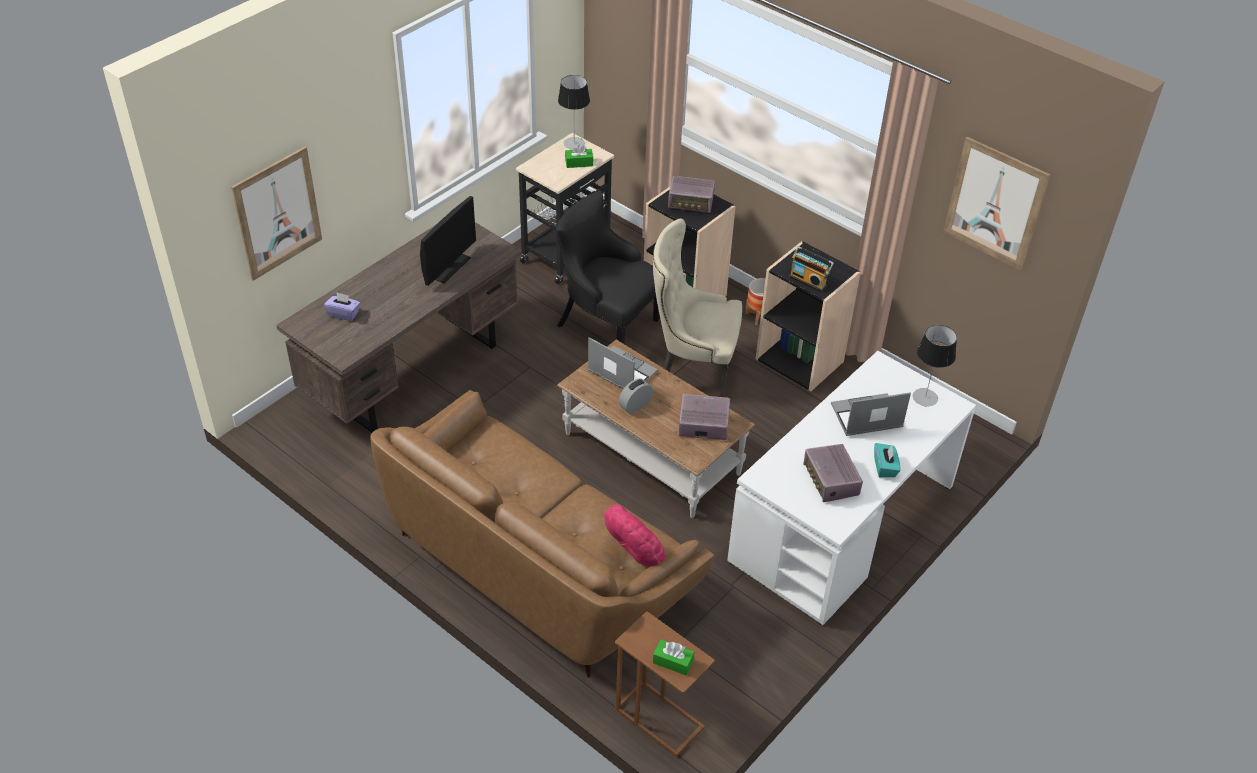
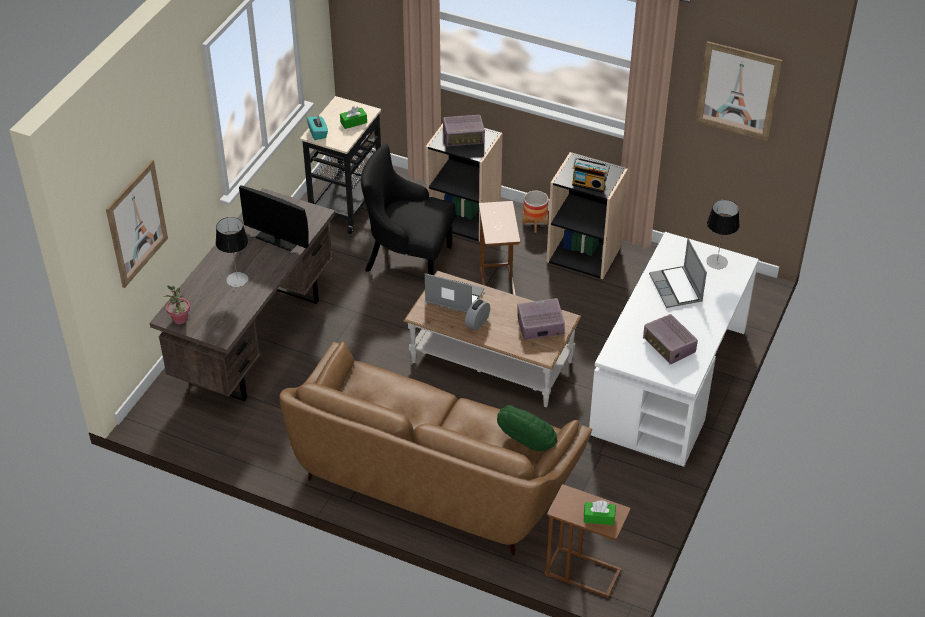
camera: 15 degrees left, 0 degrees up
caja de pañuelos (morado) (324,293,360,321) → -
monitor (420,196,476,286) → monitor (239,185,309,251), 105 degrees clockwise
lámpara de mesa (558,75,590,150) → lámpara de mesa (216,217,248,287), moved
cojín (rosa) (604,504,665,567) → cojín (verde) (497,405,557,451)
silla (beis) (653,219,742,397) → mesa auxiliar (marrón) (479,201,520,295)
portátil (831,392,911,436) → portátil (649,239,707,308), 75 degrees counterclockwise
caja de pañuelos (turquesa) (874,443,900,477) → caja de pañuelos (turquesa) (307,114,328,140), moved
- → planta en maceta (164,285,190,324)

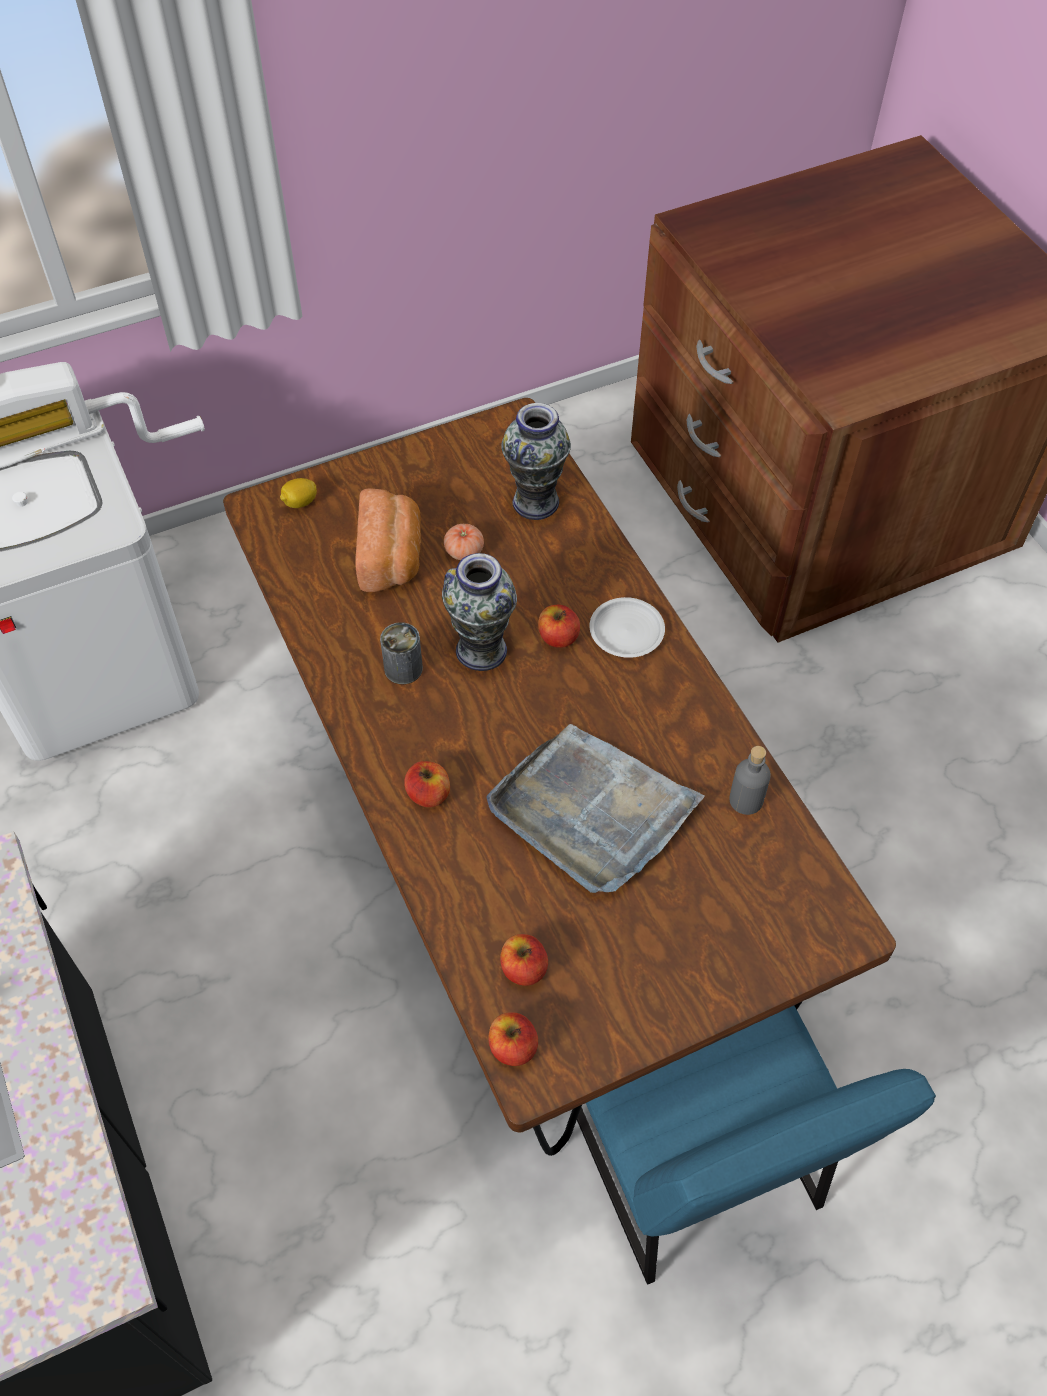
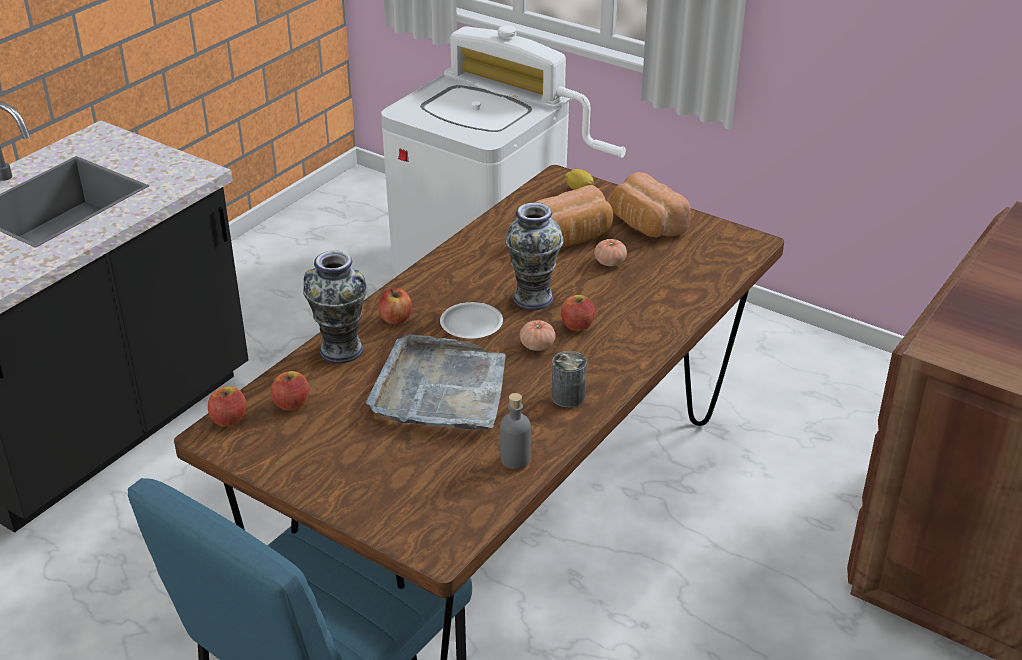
camera: 60 degrees right, 20 degrees down
lata (380,622,423,684) → lata (552,351,587,408), moved
florero (501,403,571,520) → florero (303,251,367,363), moved
plato (blanco) (589,597,665,658) → plato (blanco) (440,302,503,339), moved
- → tomate (520,320,556,351)
- → pan (611,172,691,237)

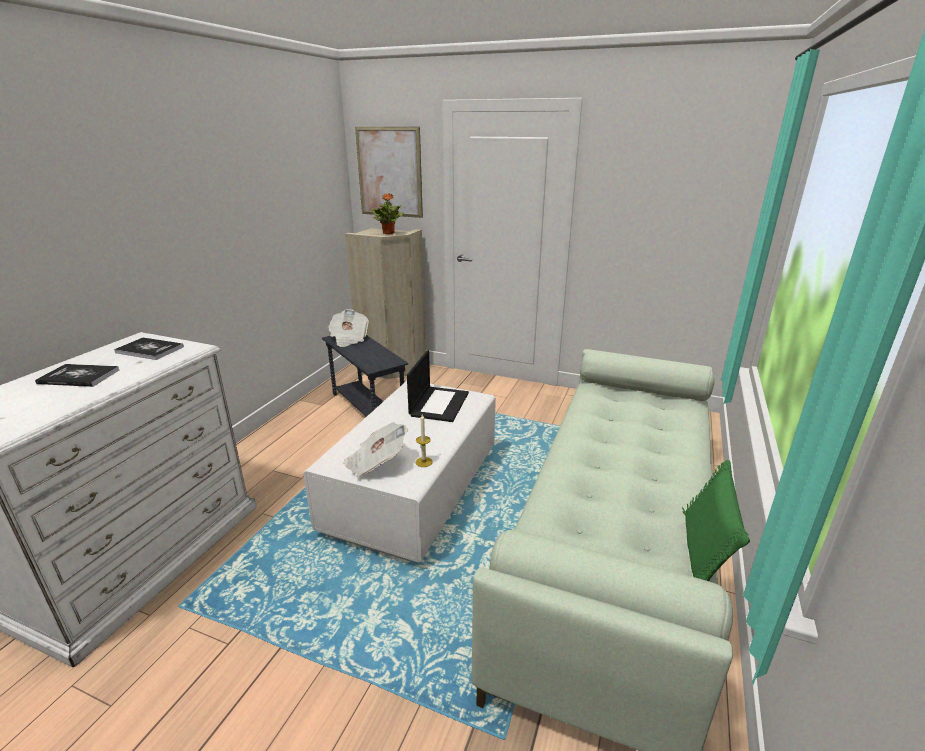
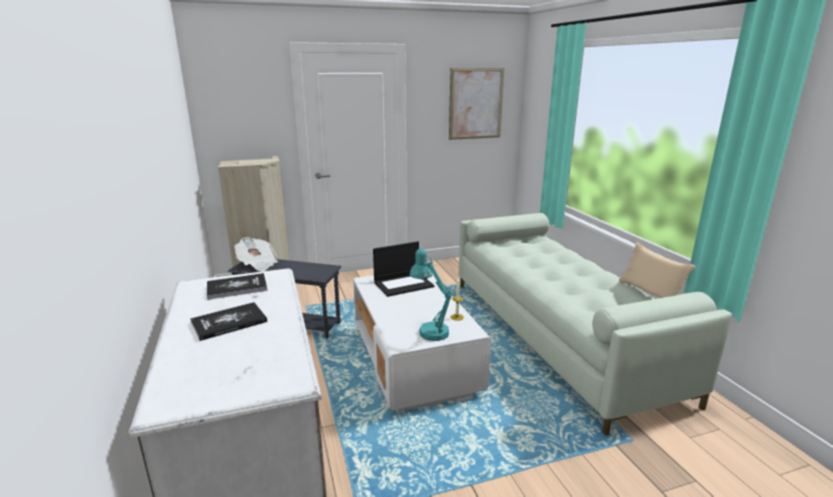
camera: 40 degrees left, 5 degrees down
periódico (343,422,408,478) → lámpara de mesa (turquesa) (410,248,453,341)
cuadro (355,127,423,218) → cuadro (449,68,504,140), moved
planta en maceta (372,193,403,234) → -
portátil (407,350,469,422) → portátil (373,241,434,297), 90 degrees clockwise
cojín (verde) (682,460,750,581) → cojín (beis) (619,242,695,298)

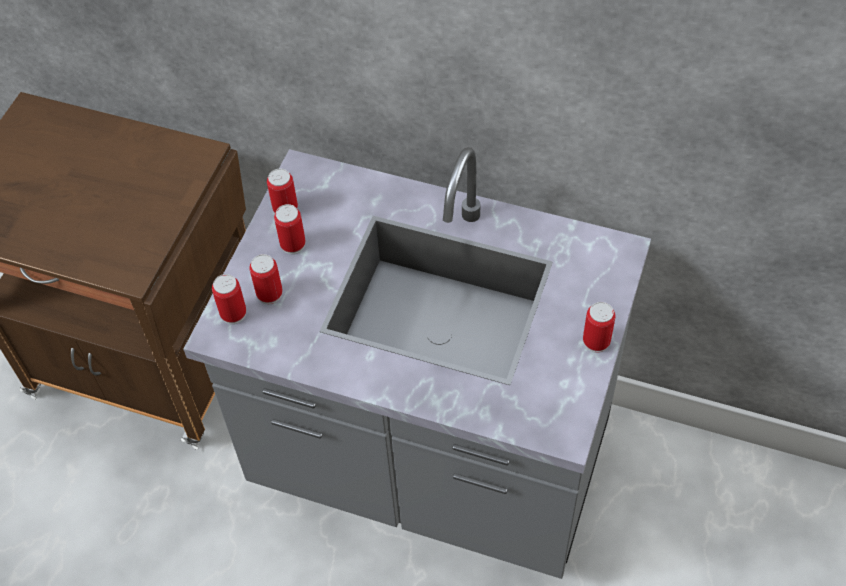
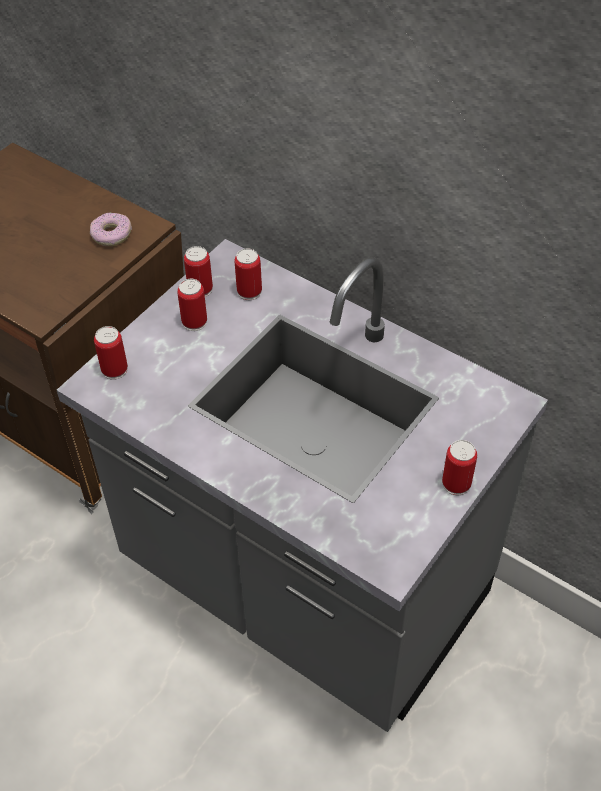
camera: 15 degrees right, 5 degrees down
lata (249,254,283,304) → lata (235,248,262,300), moved
- → rosquilla (90,212,132,246)

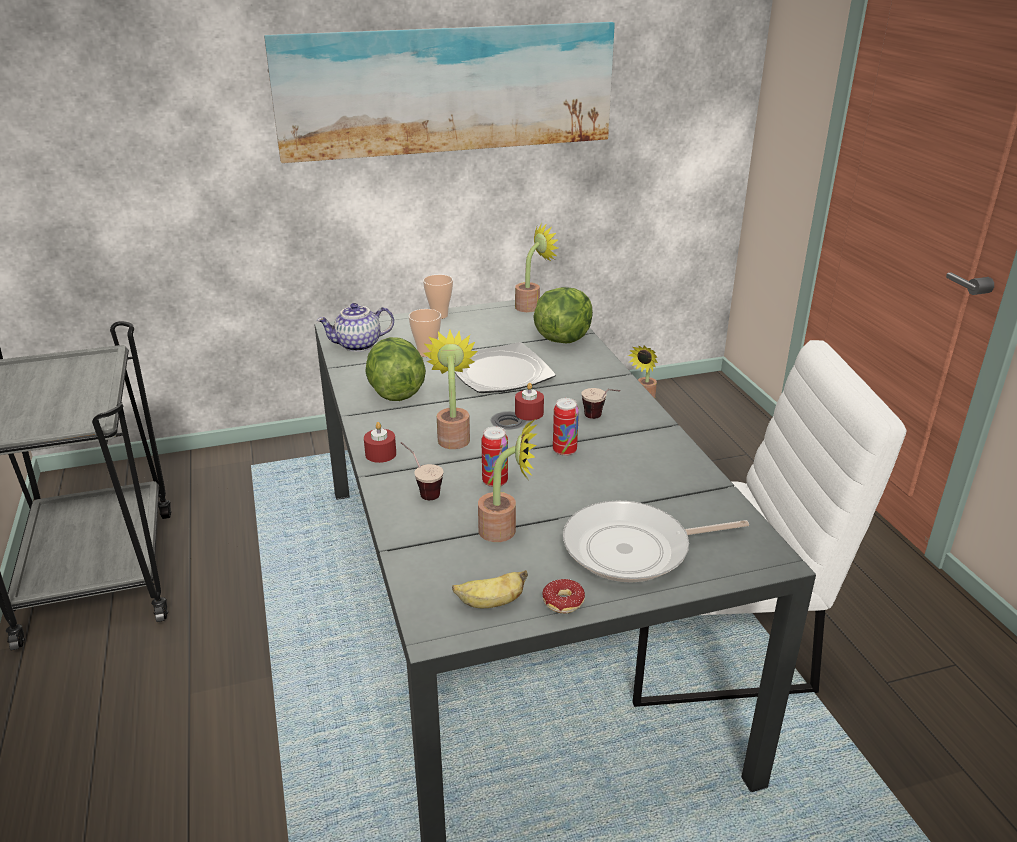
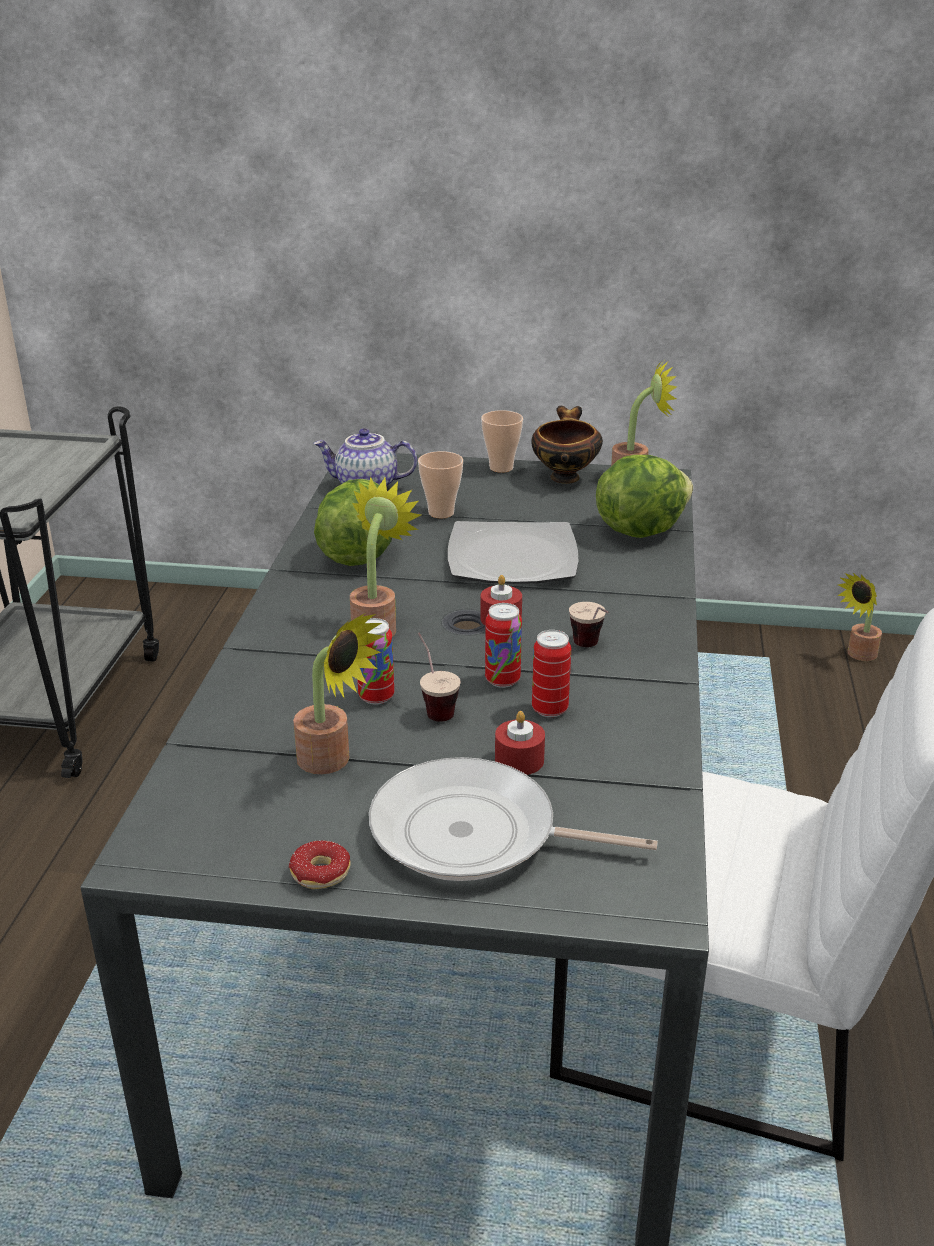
camera: 25 degrees right, 0 degrees up
cuadro (264,22,615,163) → -
vela (rojo) (364,422,396,463) → vela (rojo) (495,711,545,775), moved
taza (401,442,443,500) → taza (418,633,461,722), moved
plátano (452,570,528,608) → -
- → cuenco (531,406,603,484)
- → lata (532,630,571,717)

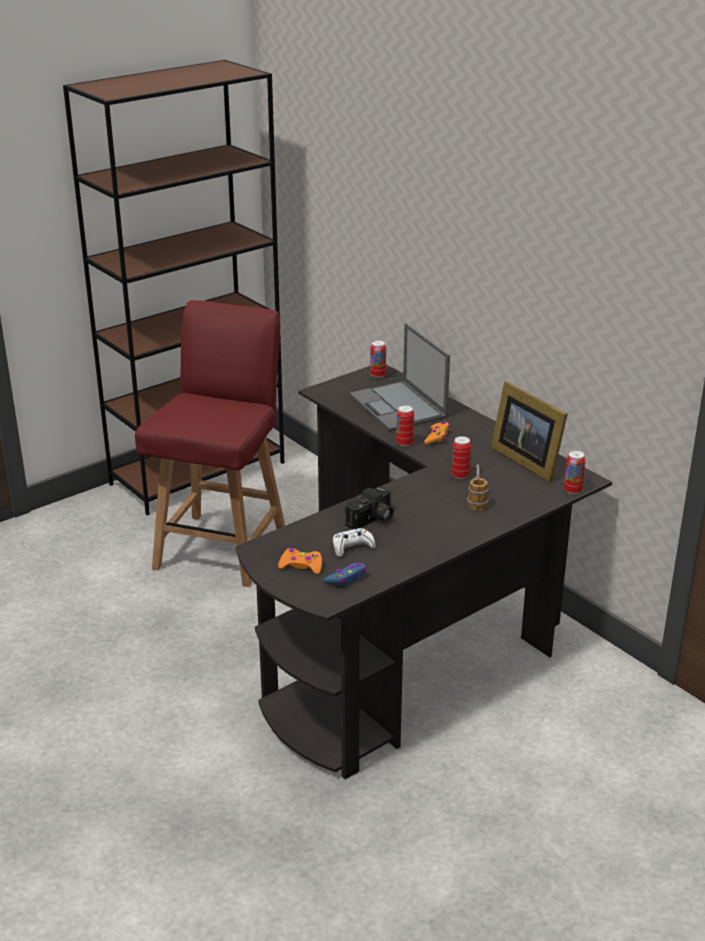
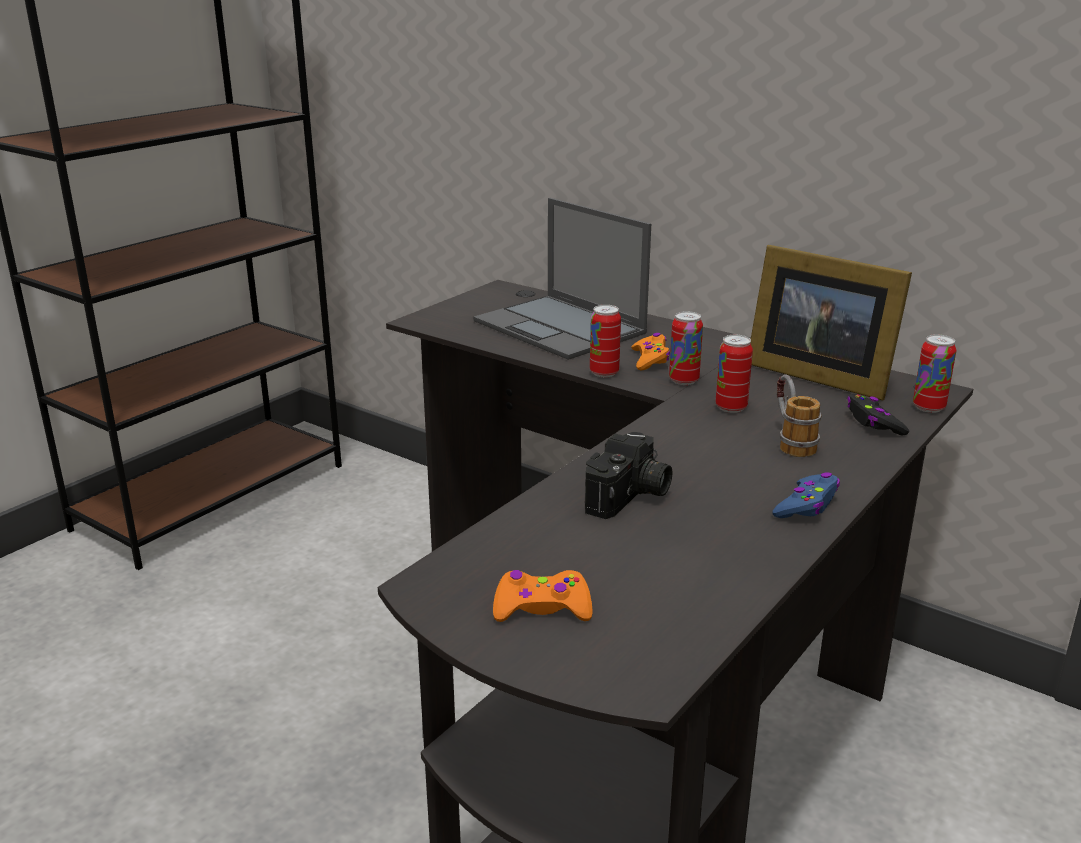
camera: 15 degrees left, 5 degrees down
silla (rojo) (135,300,285,587) → -
mando de consola (azul) (323,562,366,585) → mando de consola (azul) (772,472,840,518), moved
mando de consola (blanco) (333,528,376,557) → -
lata (370,340,386,378) → lata (669,311,703,385), moved
- → mando de consola (negro) (847,394,909,436)

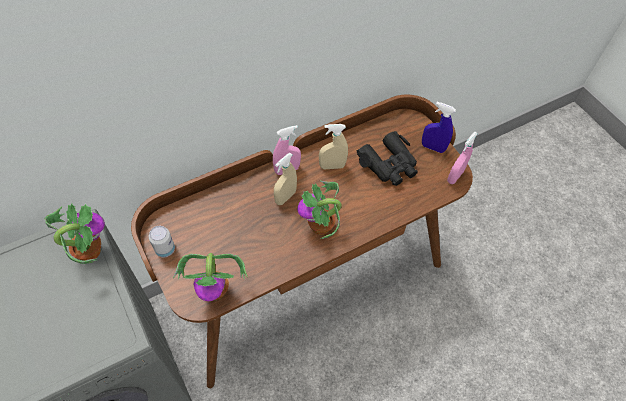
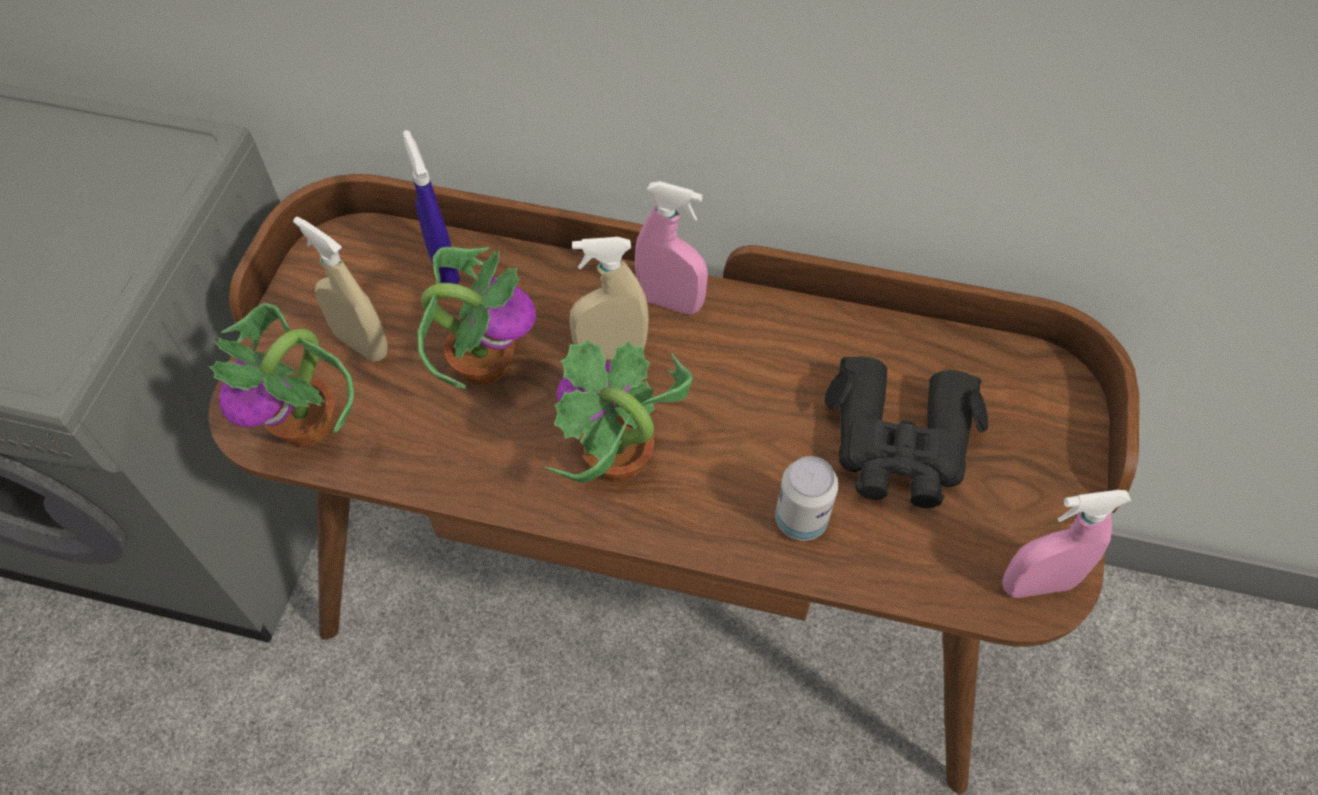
camera: 45 degrees right, 0 degrees up
planta en maceta (44,203,105,264) → planta en maceta (418,247,536,389), moved
lata (149,226,175,258) → lata (775,456,838,541), moved
pulverizador (beis) (319,124,348,169) → pulverizador (beis) (293,217,387,362), moved
pulverizador (azul) (422,102,456,153) → pulverizador (azul) (403,130,460,284), moved

